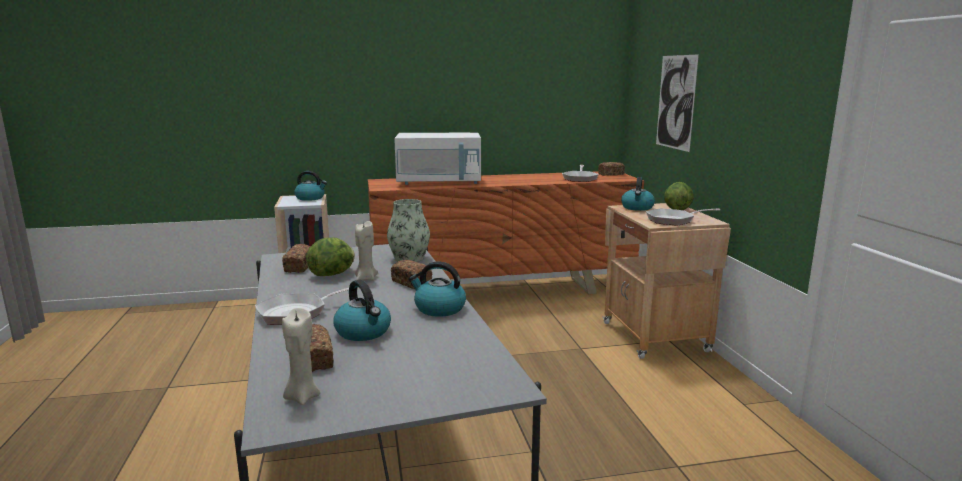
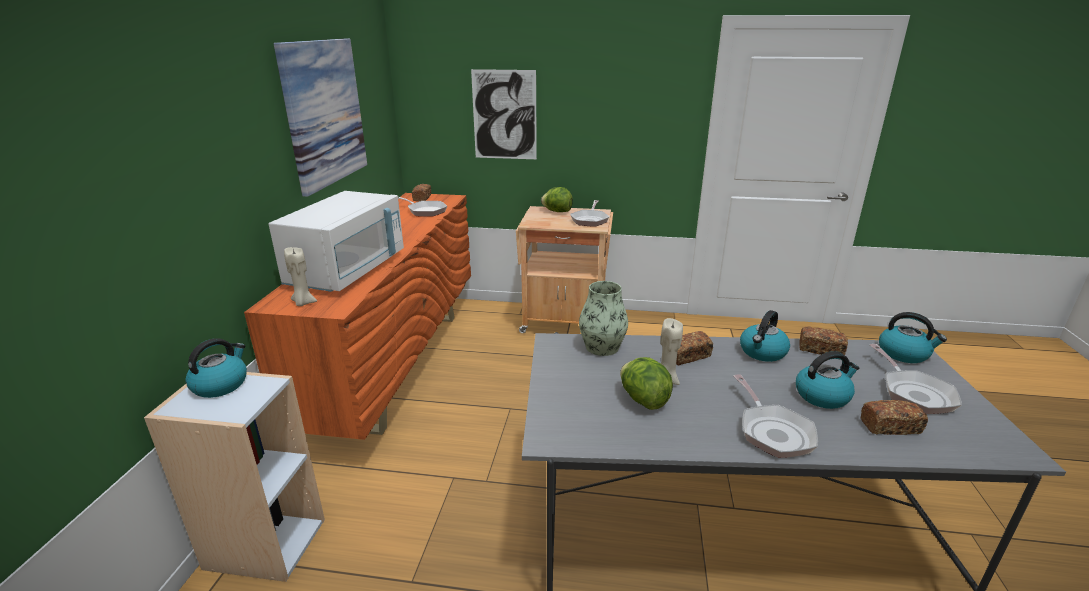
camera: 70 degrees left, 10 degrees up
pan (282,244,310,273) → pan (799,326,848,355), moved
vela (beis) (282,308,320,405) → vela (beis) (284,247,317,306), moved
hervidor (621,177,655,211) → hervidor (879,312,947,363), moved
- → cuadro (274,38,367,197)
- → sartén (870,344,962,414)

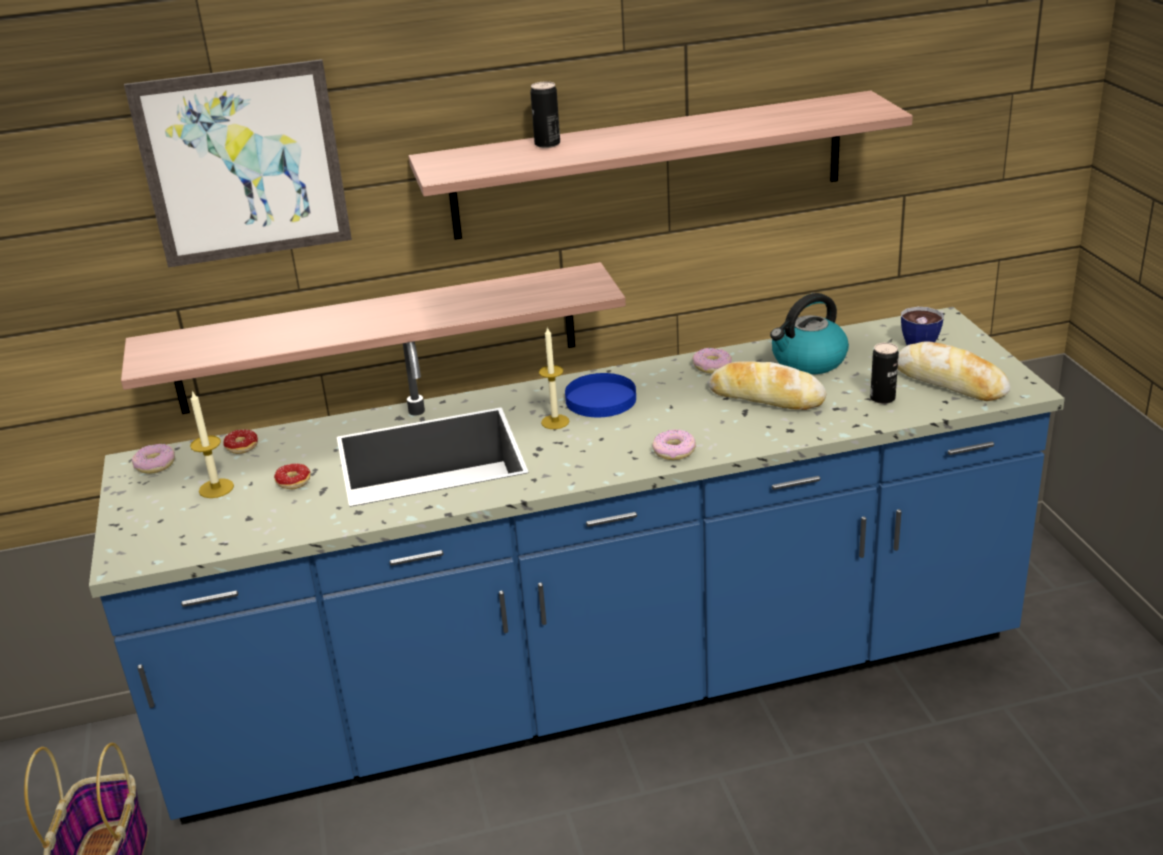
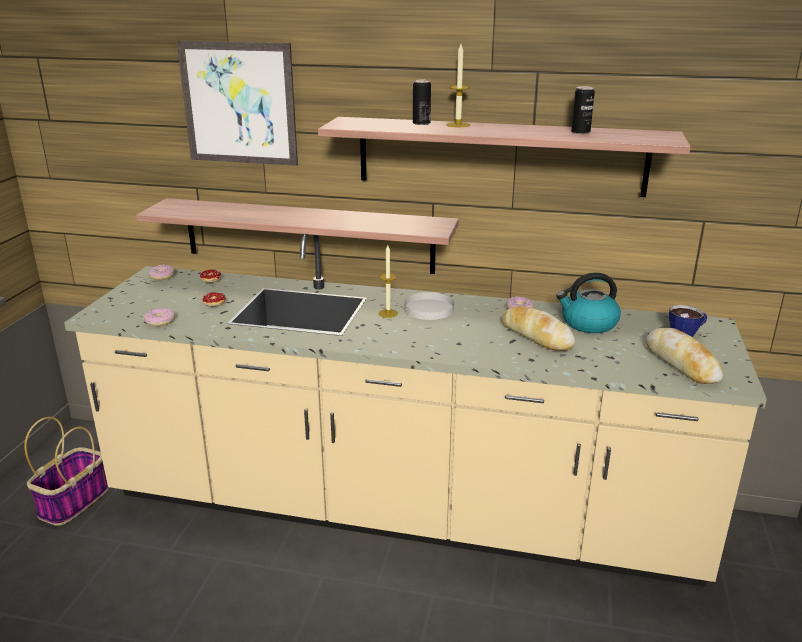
camera: 25 degrees right, 5 degrees down
mueble bajo de cocina (azul) (89,307,1065,825) → mueble bajo de cocina (beis) (64,234,767,587)
vela (190,390,234,498) → vela (446,44,470,127), moved
plato (azul) (565,373,636,417) → plato (blanco) (404,292,454,320)
rosquilla (652,429,696,460) → rosquilla (144,308,175,326), moved
lata (870,343,899,404) → lata (571,86,595,134), moved

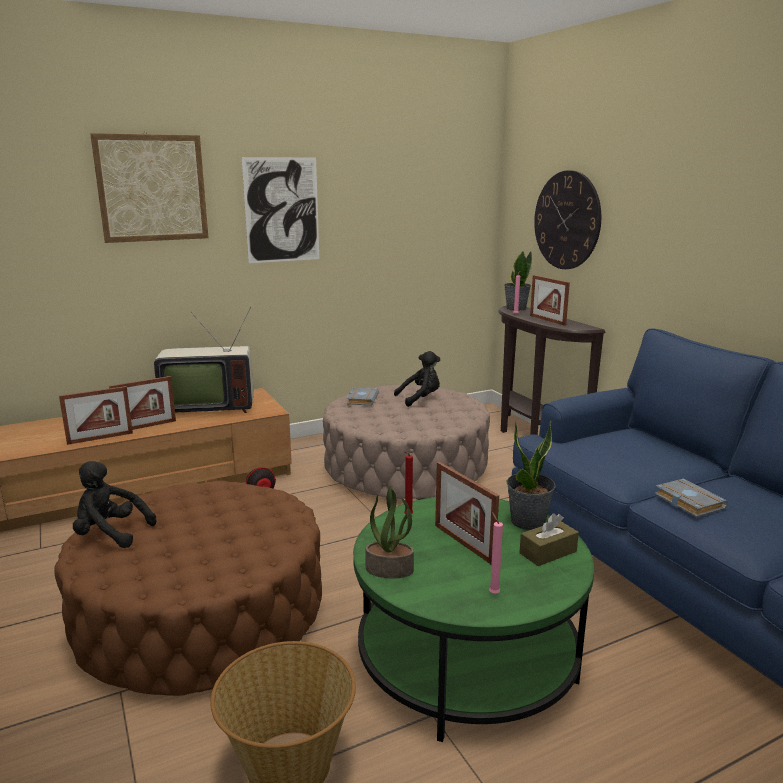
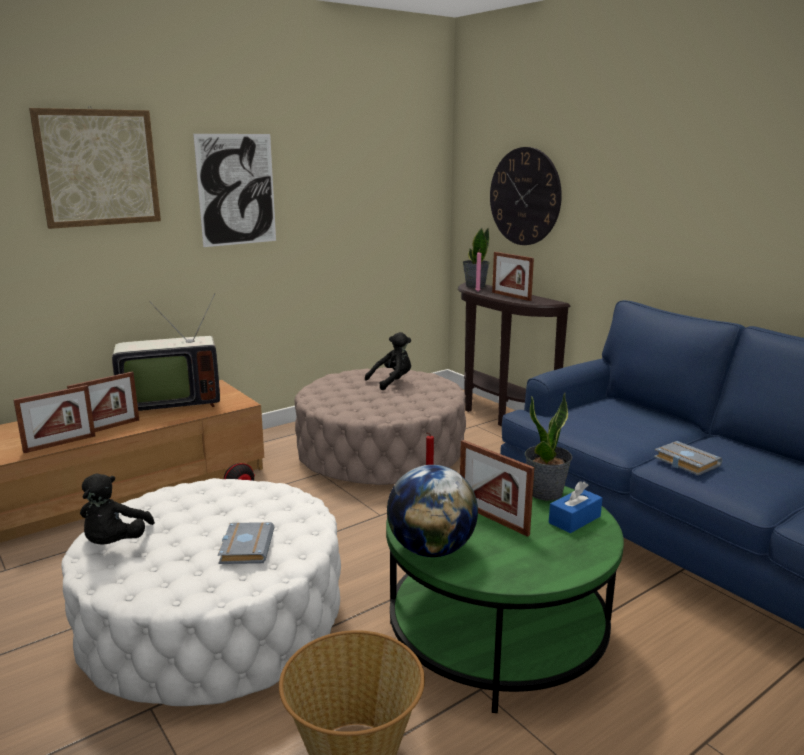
camera: 10 degrees left, 0 degrees up
puf (marrón) (54,480,322,696) → puf (blanco) (61,478,341,706)
peluche (negro) (73,461,156,548) → peluche (negro) (80,474,155,545), 90 degrees counterclockwise
libro (gris) (347,388,379,406) → libro (gris) (218,522,274,564), moved
planta en maceta (365,485,414,579) → globo terráqueo (387,465,478,557)
vela (rosa) (489,512,503,594) → -
caja de pañuelos (marrón) (519,514,579,566) → caja de pañuelos (azul) (549,481,602,533)

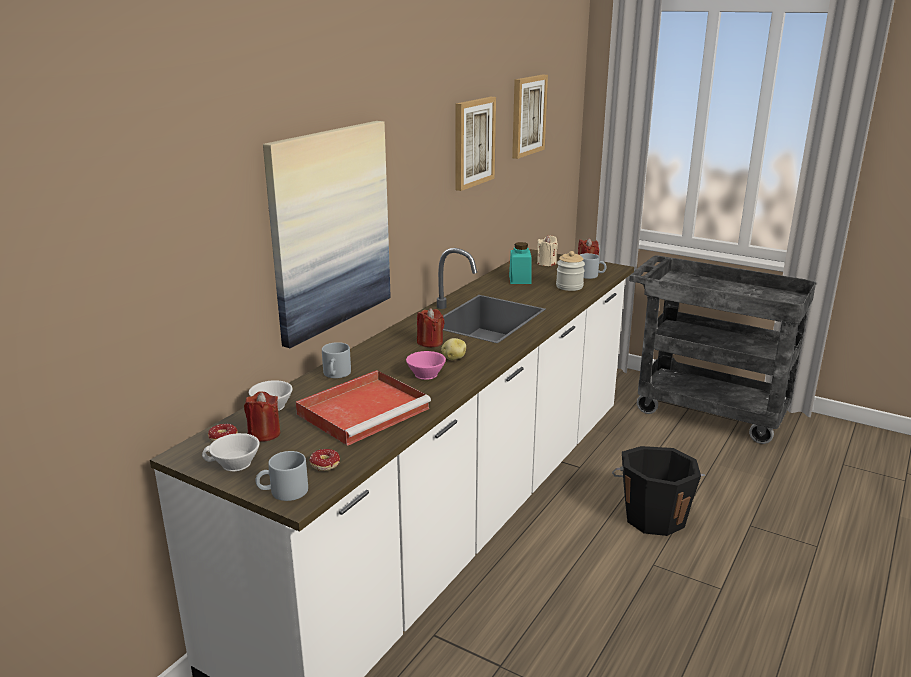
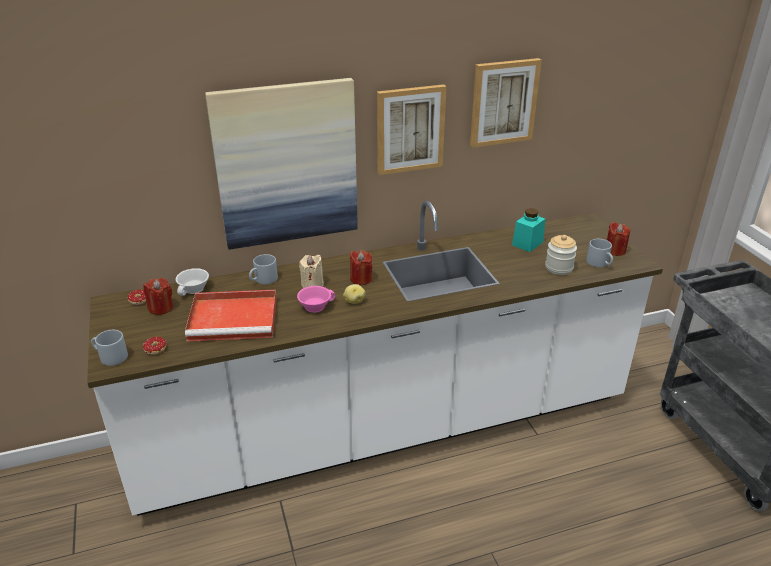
camera: 40 degrees right, 10 degrees up
taza (blanco) (202,433,260,471) → -
cuadro (512,75,548,159) → cuadro (377,84,446,175), moved
vela (beis) (537,235,558,266) → vela (beis) (299,255,324,288), moved
cubo (negro) (612,446,706,536) → -

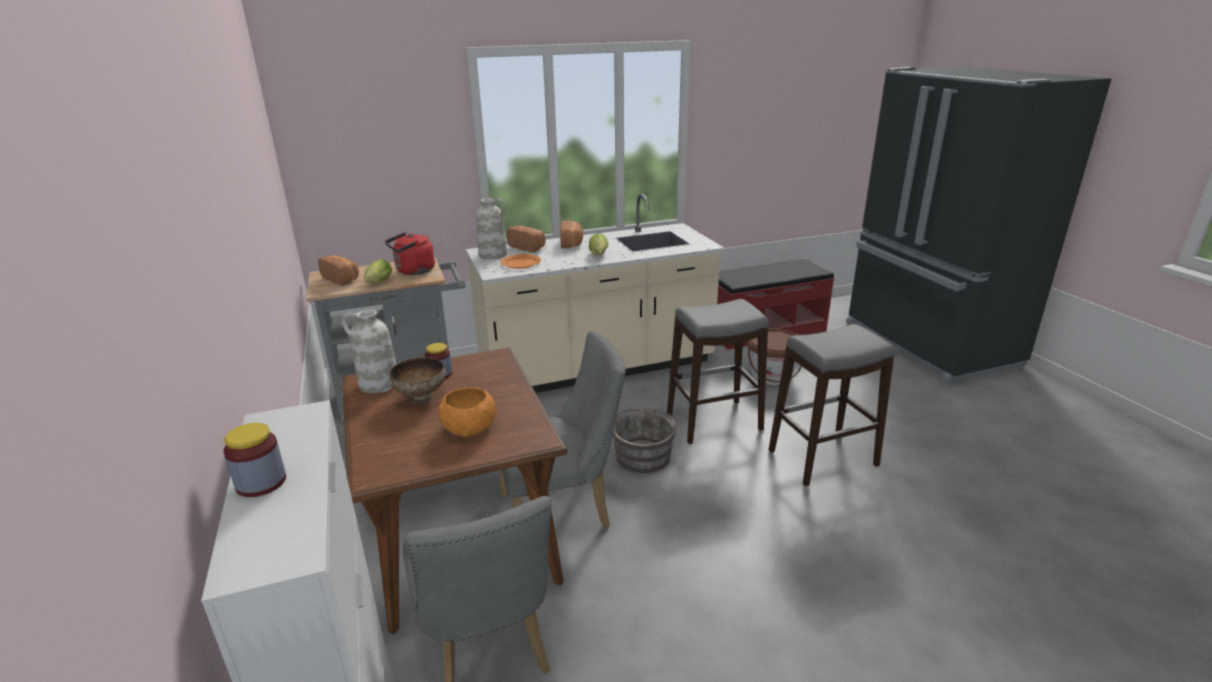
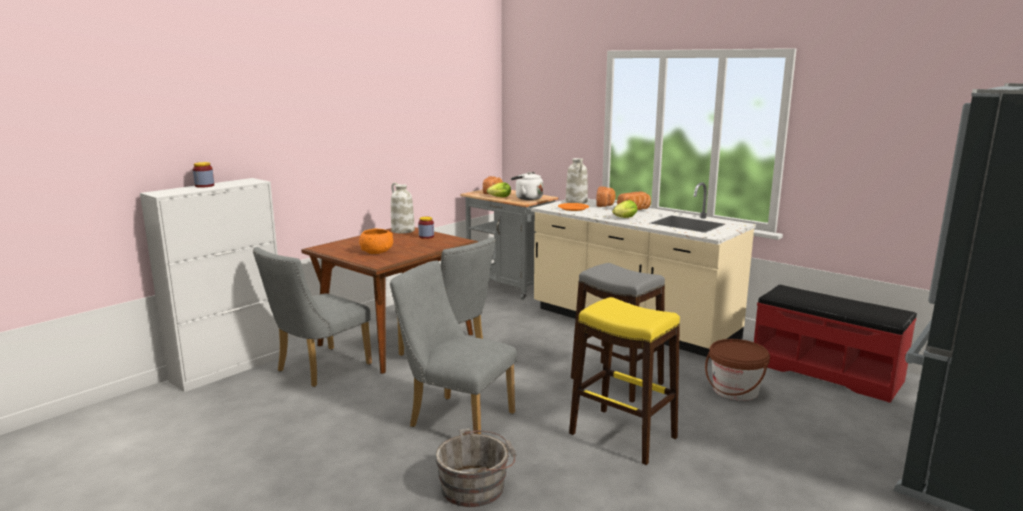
camera: 60 degrees right, 10 degrees down
hervidor (rojo) (385,233,435,275) → hervidor (blanco) (511,172,543,200)
cuenco (390,357,445,404) → -
cubo (gris) (613,408,677,473) → cubo (gris) (435,428,517,507), moved
taburete (gris) (768,324,895,486) → taburete (amarillo) (569,297,680,465)
- → silla (gris) (390,261,517,434)

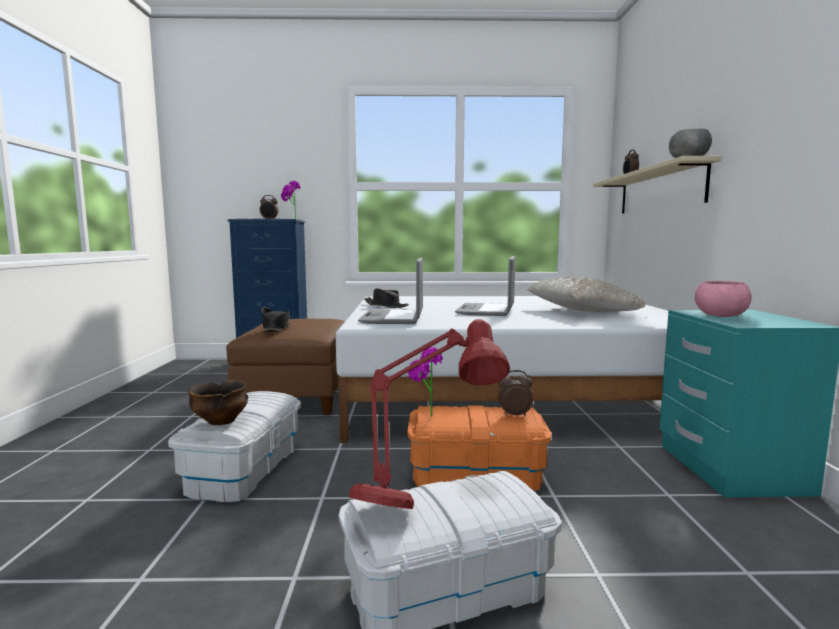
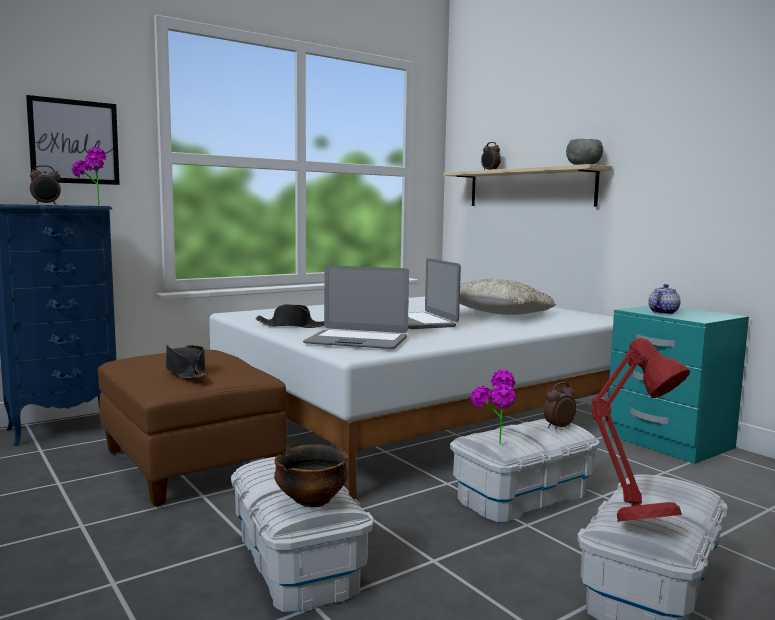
camera: 35 degrees left, 0 degrees up
portátil (358,258,423,324) → portátil (303,265,409,349), 45 degrees counterclockwise
caja de almacenaje (naranja) (407,405,552,491) → caja de almacenaje (blanco) (450,419,600,523)
cuenco (rosa) (695,281,752,317) → tetera (648,284,681,314)
- → cuadro (26,95,120,185)

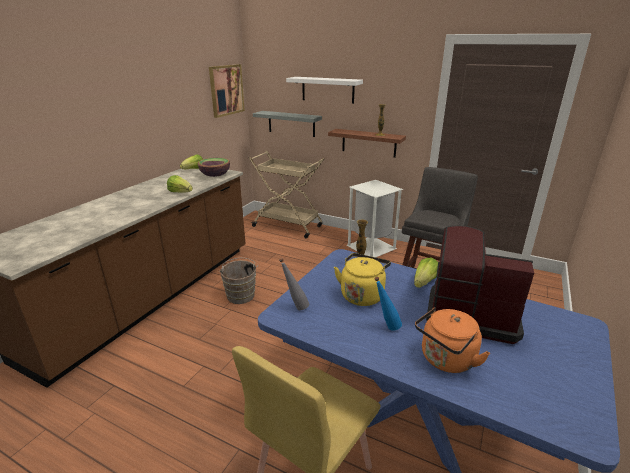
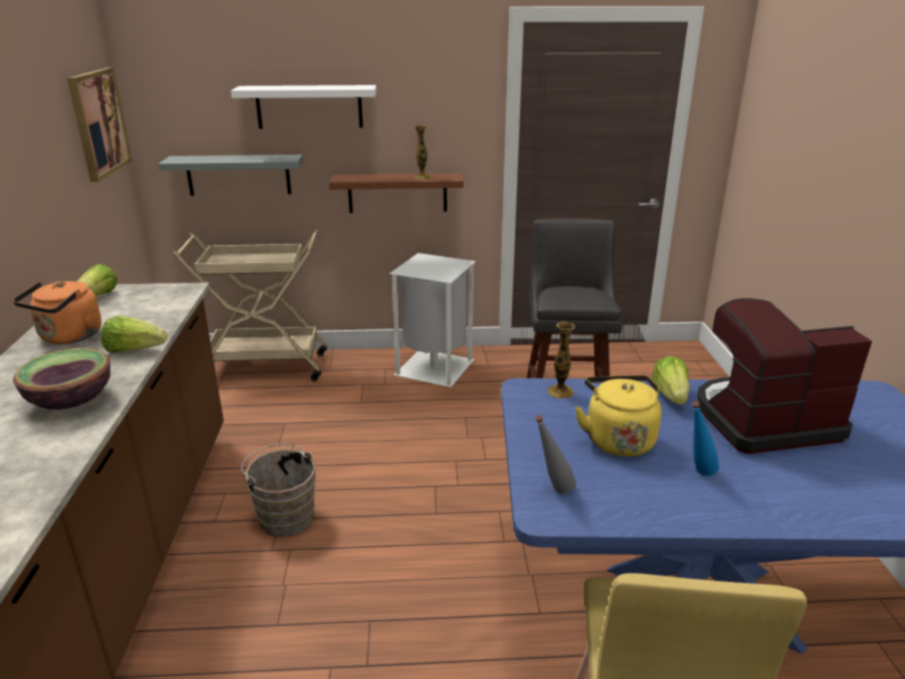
camera: 30 degrees left, 0 degrees up
cuenco (197,158,230,177) → cuenco (13,348,110,410), moved
hervidor (naranja) (415,307,490,373) → hervidor (naranja) (13,281,101,344), moved

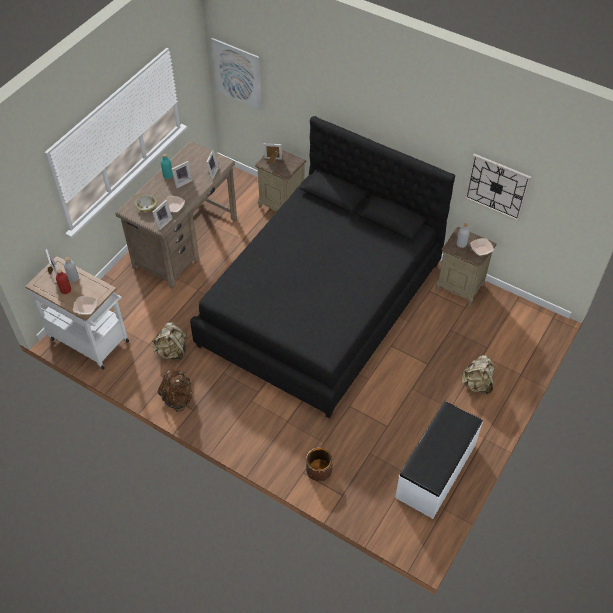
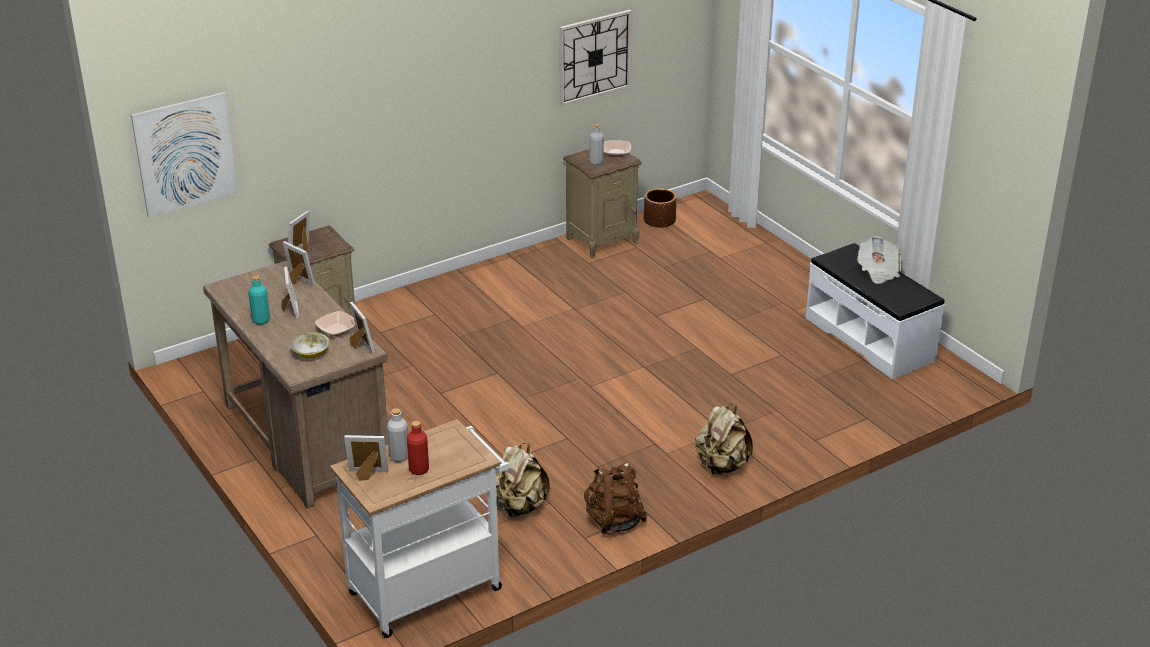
camera: 65 degrees left, 20 degrees down
cuenco (73,296,97,315) → -
cama (negro) (190,116,455,418) → -
maceta (marrón) (306,448,333,481) → maceta (marrón) (644,188,676,228), moved
mochila (beis) (461,355,495,394) → mochila (beis) (695,404,753,475), moved
- → periódico (857,236,901,284)

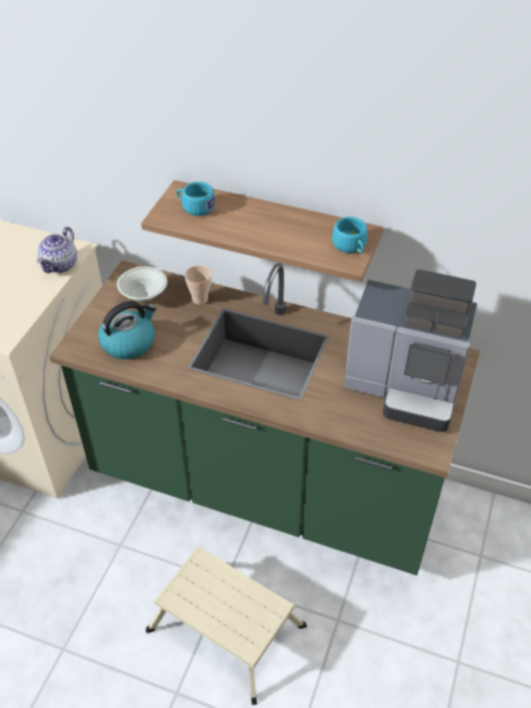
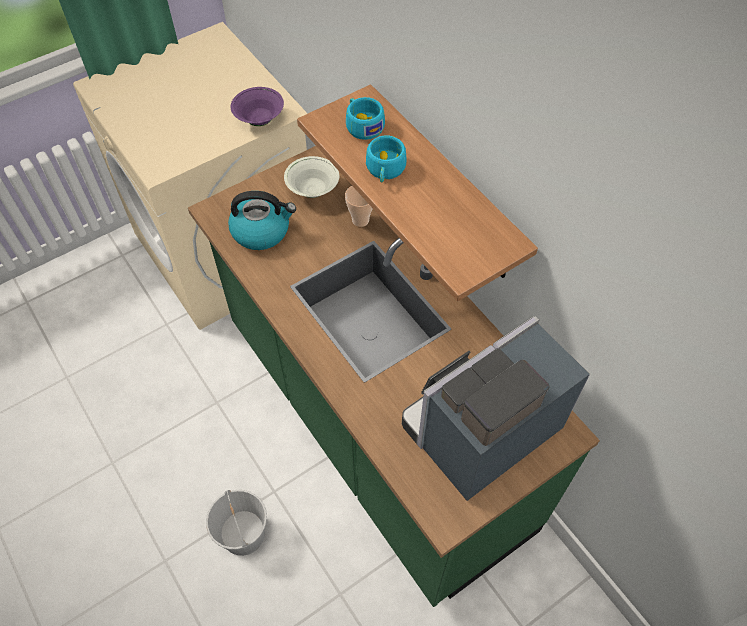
camera: 35 degrees right, 10 degrees up
tetera (37,227,77,273) → cuenco (morado) (231,87,284,126)
escalera de tijera (beis) (146,546,307,705) → cubo (blanco) (206,490,267,556)
taza (turquesa) (332,217,367,253) → taza (turquesa) (366,135,406,183), moved
cafetera (344,269,477,432) → cafetera (402,316,590,501), 90 degrees clockwise

